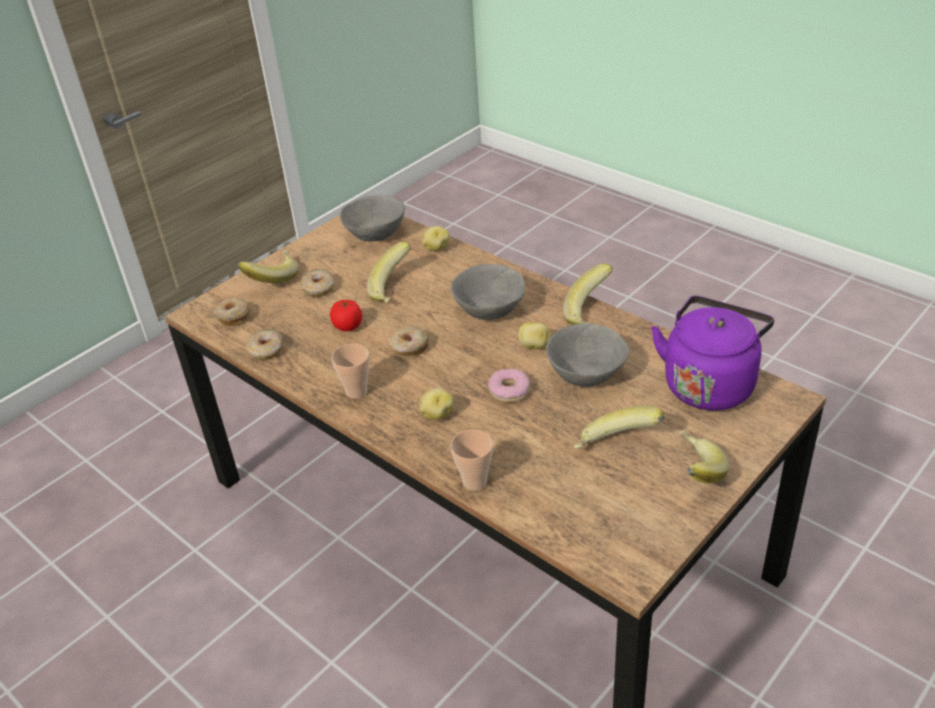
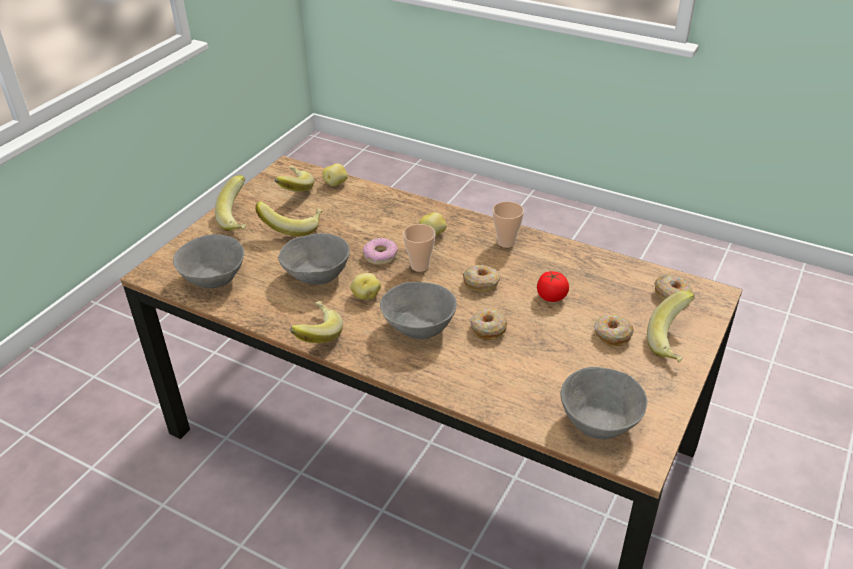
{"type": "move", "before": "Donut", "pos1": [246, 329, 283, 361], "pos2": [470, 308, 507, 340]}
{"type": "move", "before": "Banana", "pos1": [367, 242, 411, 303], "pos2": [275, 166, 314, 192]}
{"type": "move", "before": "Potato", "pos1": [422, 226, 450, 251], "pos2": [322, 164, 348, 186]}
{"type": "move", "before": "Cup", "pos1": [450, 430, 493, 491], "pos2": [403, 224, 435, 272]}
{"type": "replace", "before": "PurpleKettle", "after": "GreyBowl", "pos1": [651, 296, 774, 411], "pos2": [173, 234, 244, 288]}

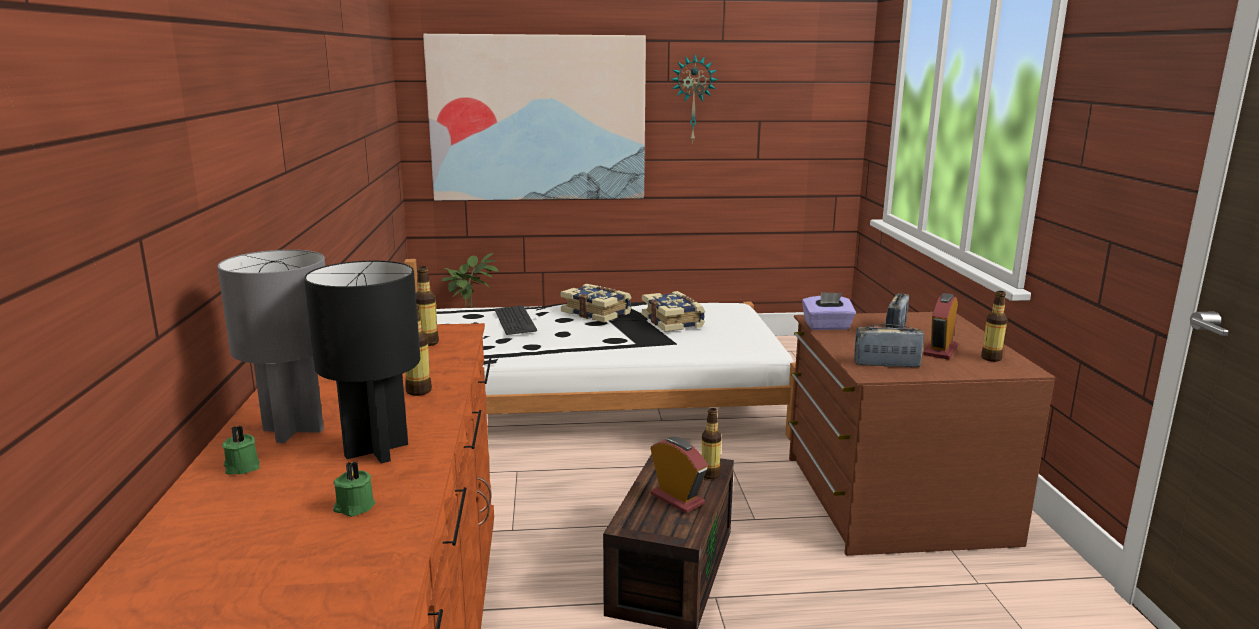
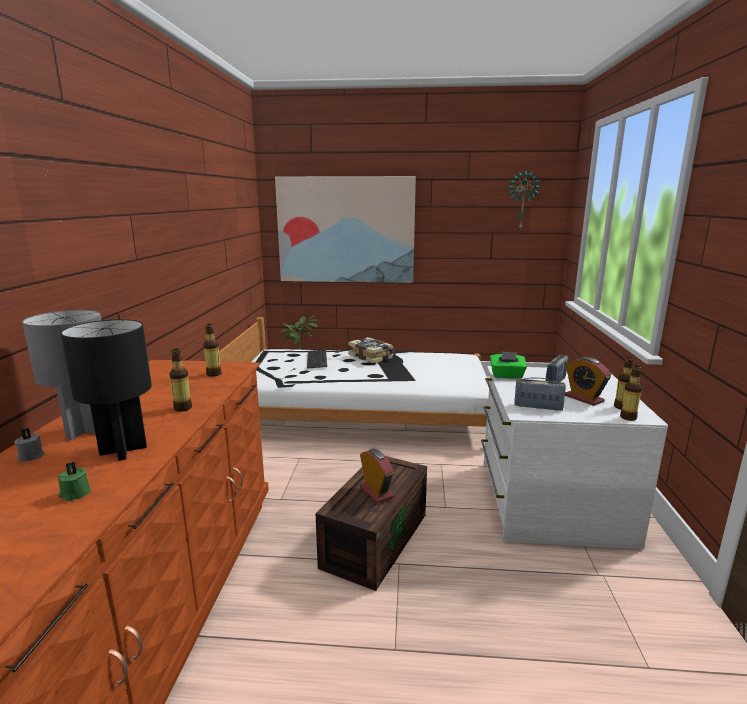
{"type": "recolor", "before": "GreenCandle", "after": "GreyCandle", "pos1": [222, 425, 260, 475], "pos2": [14, 428, 45, 461]}
{"type": "delete", "before": "Book", "pos1": [642, 291, 705, 332]}
{"type": "move", "before": "WallClock", "pos1": [670, 54, 718, 144], "pos2": [508, 170, 540, 231]}
{"type": "move", "before": "Bottle", "pos1": [702, 408, 722, 479], "pos2": [620, 366, 642, 421]}
{"type": "recolor", "before": "BrownDresser", "after": "WhiteDresser", "pos1": [788, 312, 1055, 556], "pos2": [481, 366, 668, 549]}
{"type": "recolor", "before": "PurpleTissueBox", "after": "GreenTissueBox", "pos1": [802, 292, 856, 330], "pos2": [490, 351, 527, 379]}
{"type": "rotate", "before": "AlarmClock", "pos1": [923, 293, 958, 359], "pos2": [565, 357, 611, 406], "turn": -75}

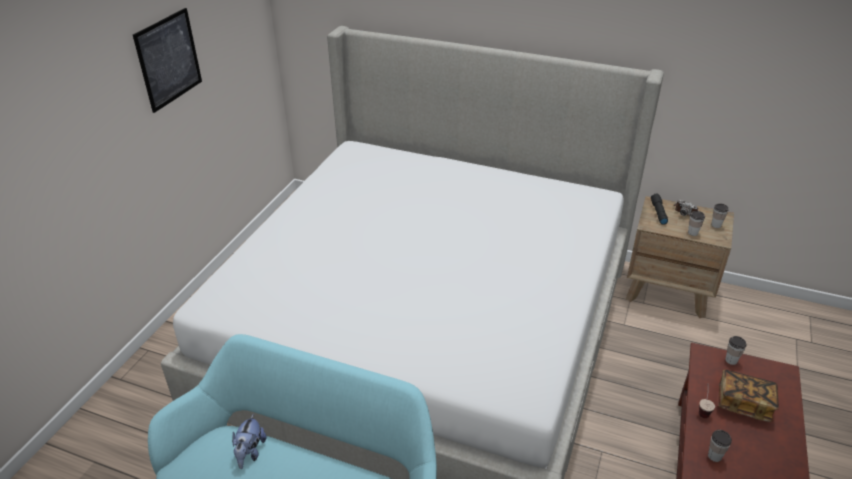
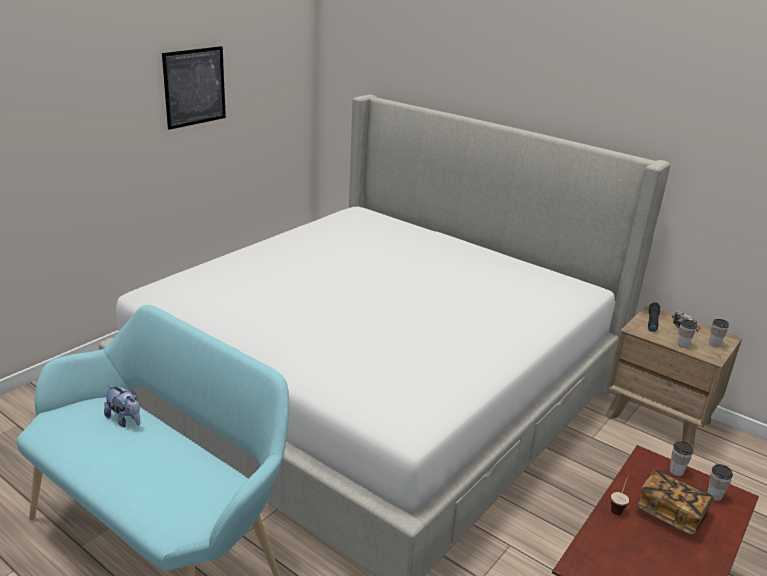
{"type": "rotate", "before": "PlushToy", "pos1": [232, 414, 267, 469], "pos2": [104, 385, 140, 427], "turn": -75}
{"type": "move", "before": "Cup", "pos1": [708, 430, 732, 462], "pos2": [707, 464, 733, 501]}

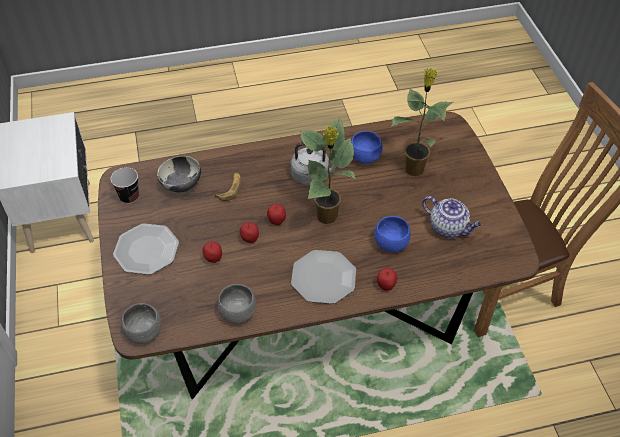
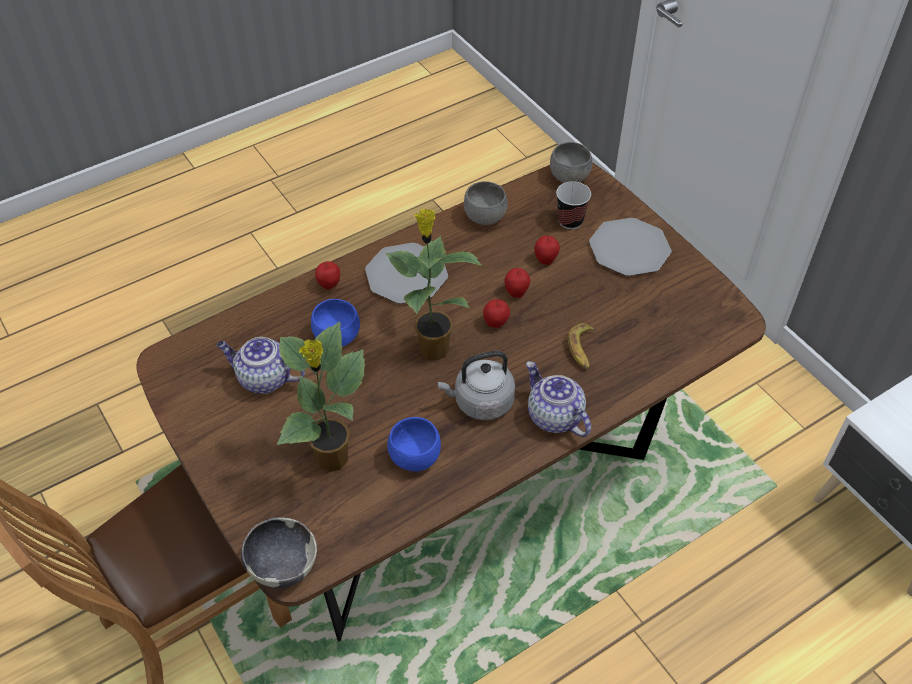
{"type": "move", "before": "Cup", "pos1": [111, 167, 139, 204], "pos2": [556, 181, 591, 229]}
{"type": "move", "before": "Bowl", "pos1": [157, 156, 201, 193], "pos2": [241, 518, 317, 588]}
{"type": "insert", "after": "Teapot", "pos2": [526, 361, 591, 437]}

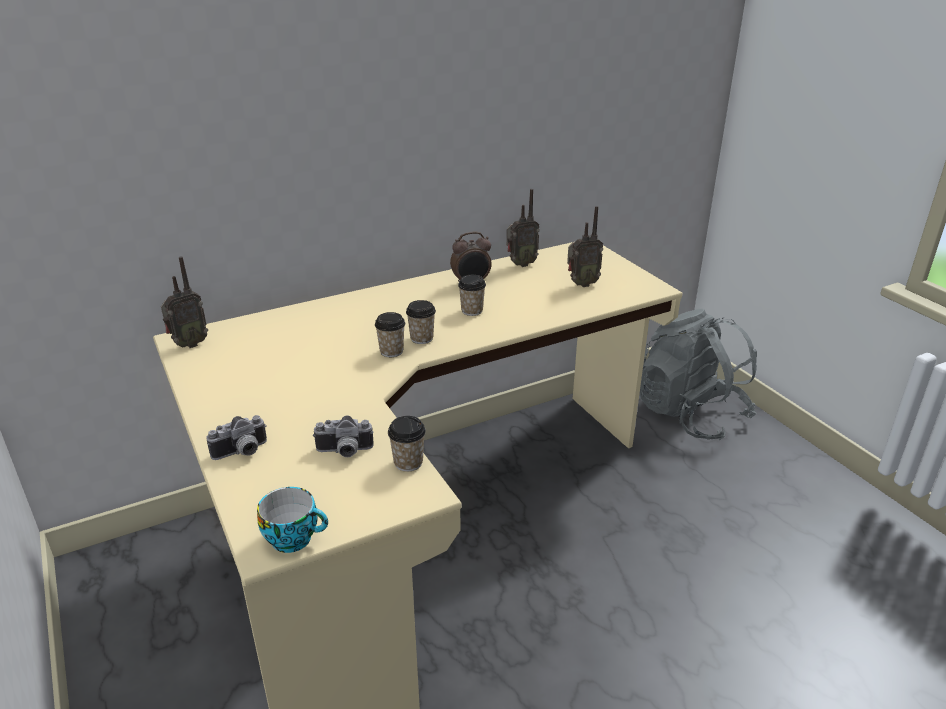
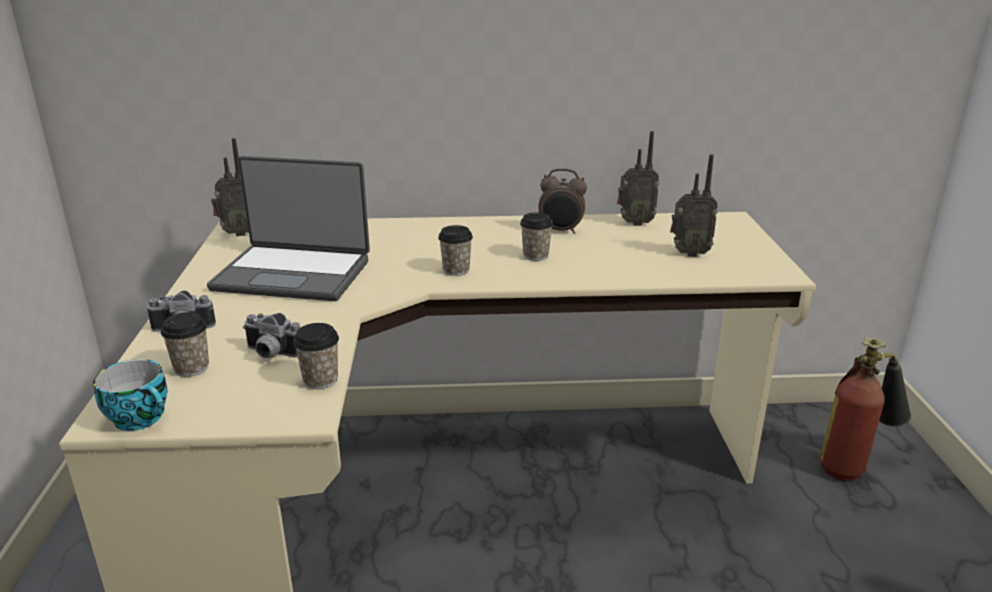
{"type": "move", "before": "Cup", "pos1": [375, 312, 405, 357], "pos2": [161, 312, 209, 377]}
{"type": "replace", "before": "GreyBackpack", "after": "FireExtinguisher", "pos1": [640, 309, 757, 440], "pos2": [820, 337, 911, 481]}
{"type": "insert", "after": "Laptop", "pos2": [207, 156, 370, 301]}

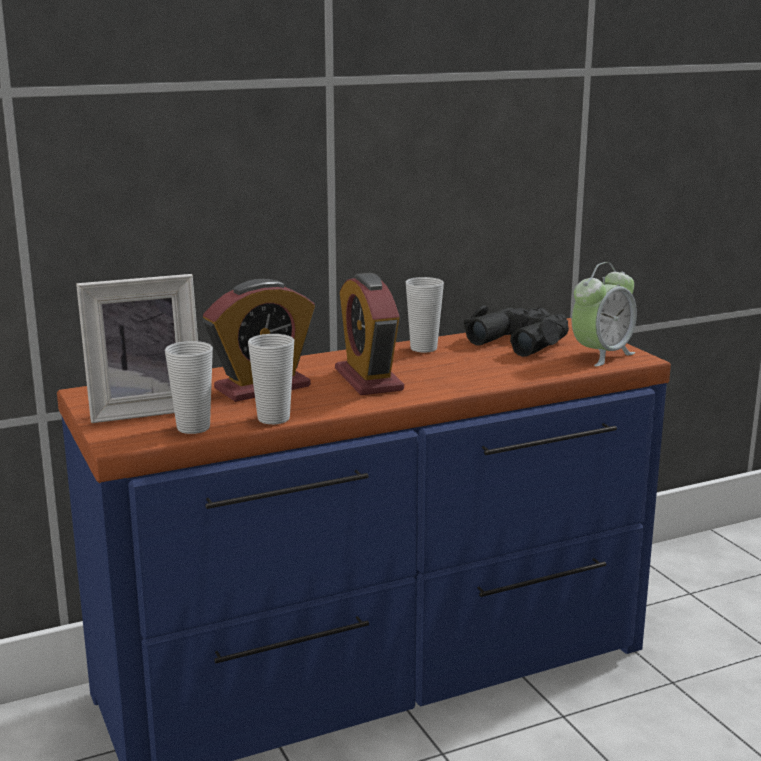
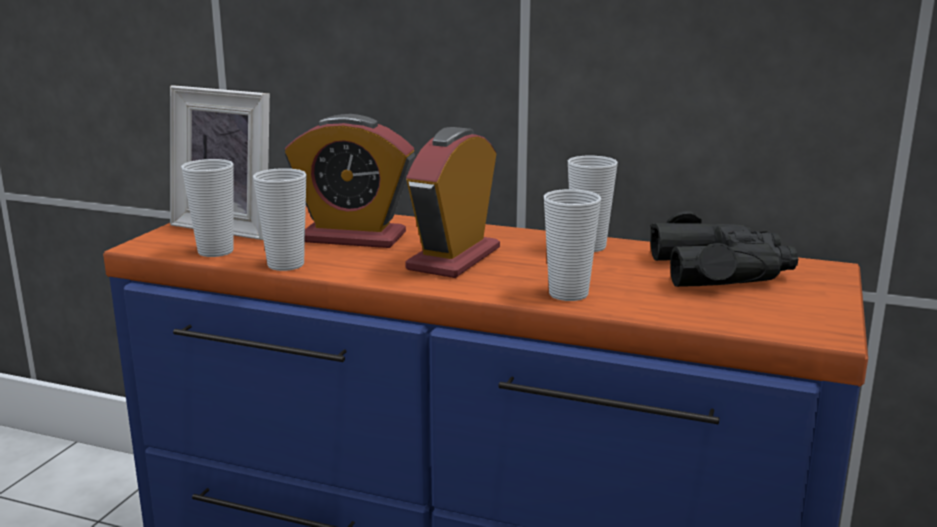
{"type": "delete", "before": "AlarmClock", "pos1": [572, 262, 637, 366]}
{"type": "insert", "after": "Cup", "pos2": [544, 189, 601, 301]}

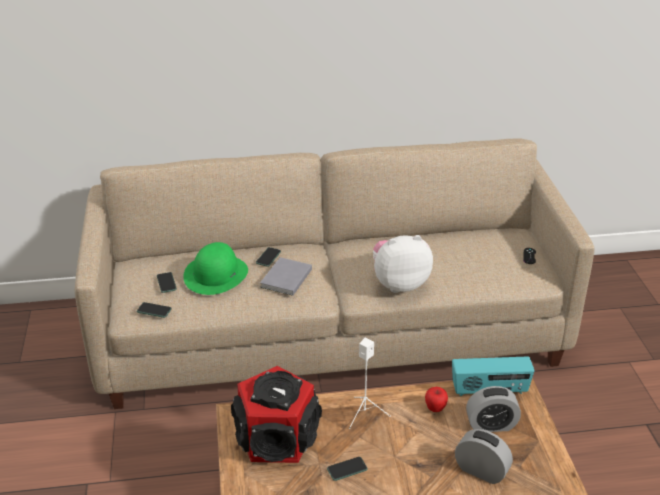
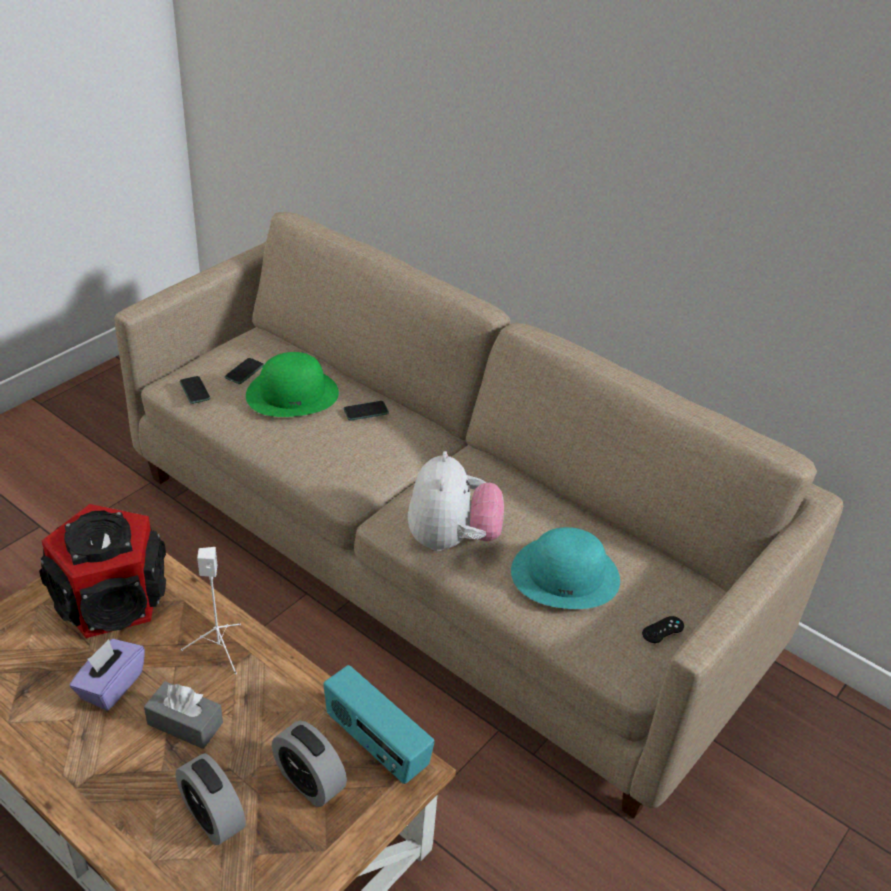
{"type": "delete", "before": "GreyBook", "pos1": [260, 257, 312, 296]}
{"type": "replace", "before": "Phone", "after": "PurpleTissueBox", "pos1": [327, 457, 368, 481], "pos2": [69, 639, 145, 711]}
{"type": "rotate", "before": "PlushToy", "pos1": [373, 235, 433, 293], "pos2": [408, 451, 504, 551], "turn": 60}
{"type": "delete", "before": "Apple", "pos1": [425, 387, 448, 412]}
{"type": "rotate", "before": "AlarmClock", "pos1": [455, 429, 513, 484], "pos2": [175, 753, 246, 845], "turn": 150}
{"type": "insert", "after": "GreyTissueBox", "pos2": [144, 681, 223, 749]}
{"type": "insert", "after": "TurquoiseHat", "pos2": [511, 527, 620, 609]}

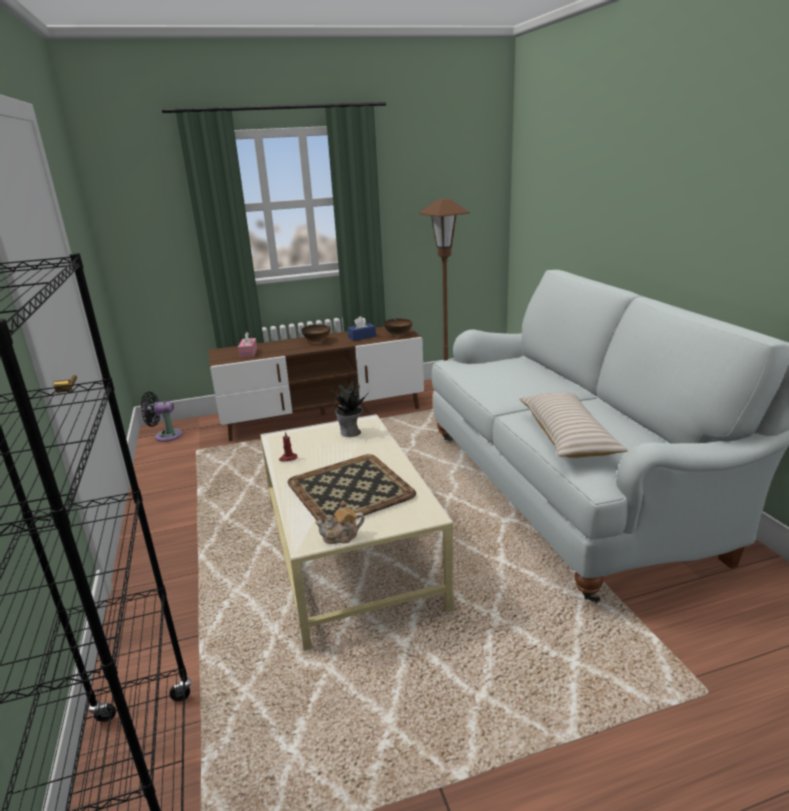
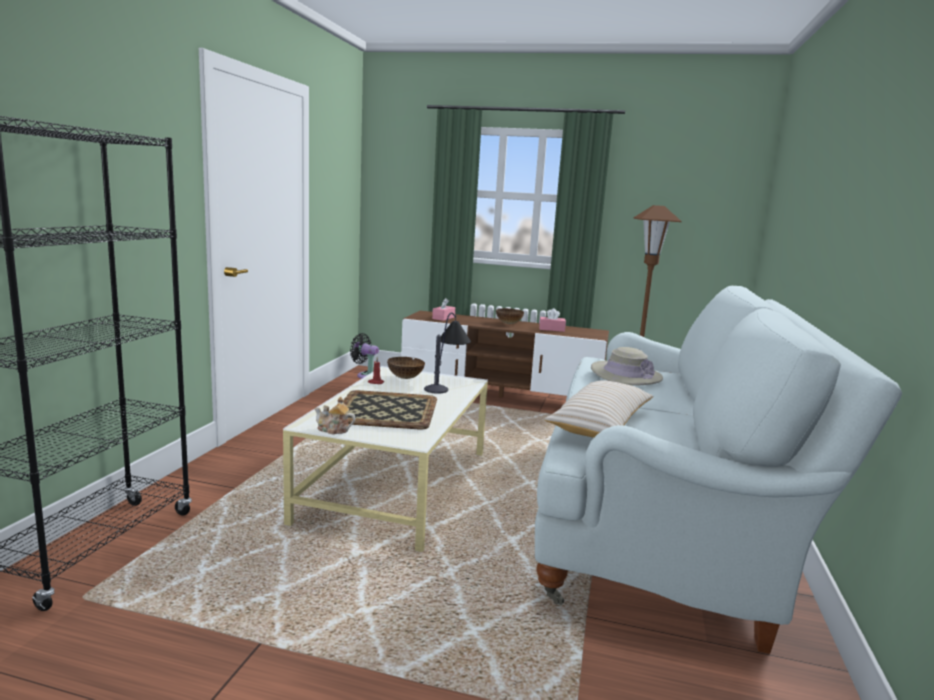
{"type": "replace", "before": "PottedPlant", "after": "TableLamp", "pos1": [331, 379, 369, 437], "pos2": [424, 312, 471, 394]}
{"type": "recolor", "before": "BlueTissueBox", "after": "PinkTissueBox", "pos1": [348, 316, 376, 341], "pos2": [539, 308, 566, 332]}
{"type": "move", "before": "Bowl", "pos1": [384, 319, 413, 336], "pos2": [387, 357, 425, 379]}
{"type": "insert", "after": "BeigeHat", "pos2": [591, 347, 663, 386]}

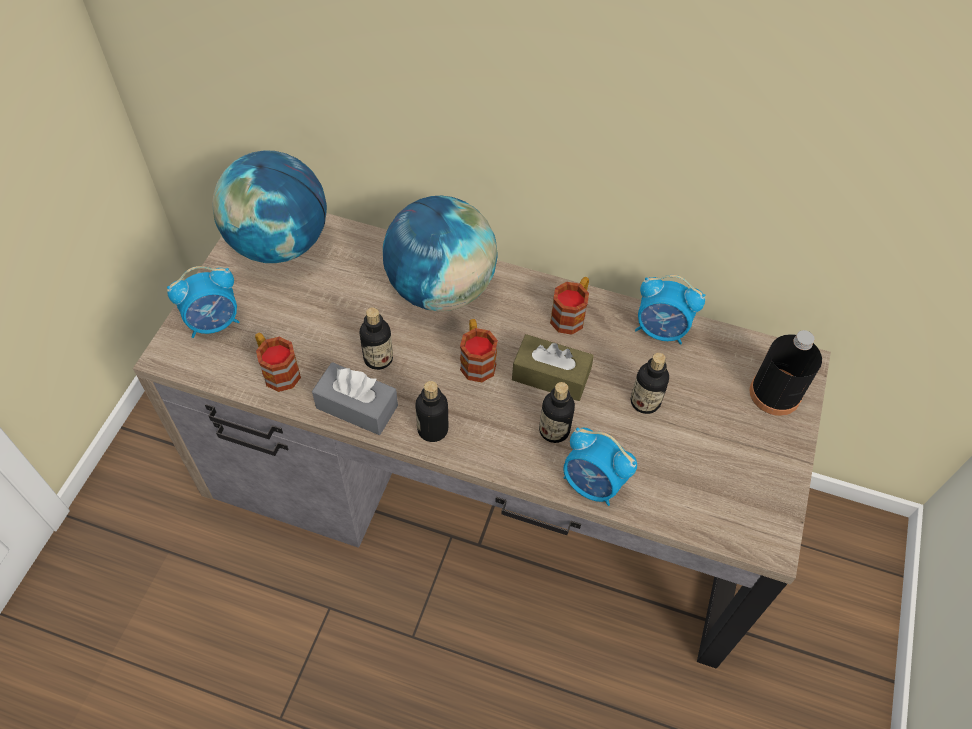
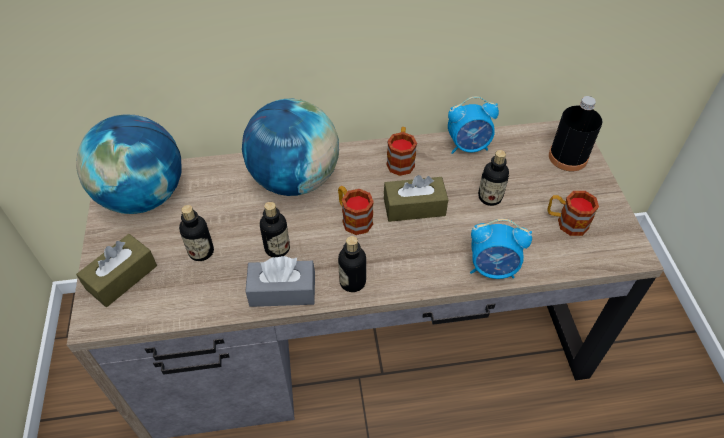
{"type": "replace", "before": "AlarmClock", "after": "BrownTissueBox", "pos1": [167, 266, 239, 338], "pos2": [76, 234, 157, 307]}
{"type": "move", "before": "Mug", "pos1": [255, 333, 301, 392], "pos2": [547, 191, 599, 236]}
{"type": "move", "before": "Bottle", "pos1": [539, 382, 575, 443], "pos2": [179, 205, 214, 261]}

